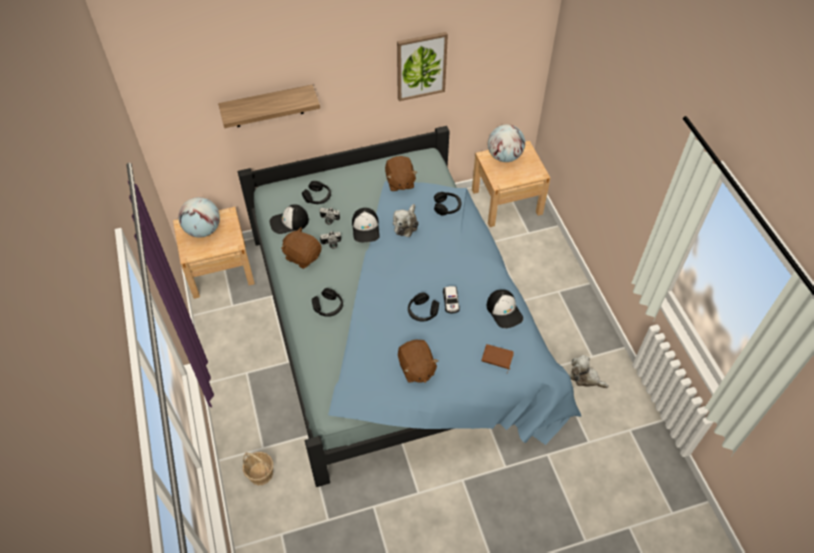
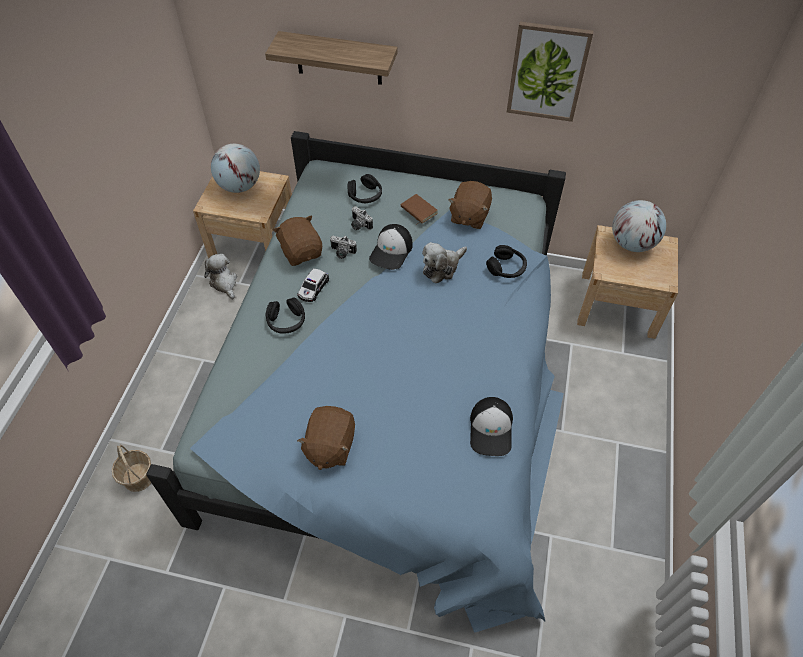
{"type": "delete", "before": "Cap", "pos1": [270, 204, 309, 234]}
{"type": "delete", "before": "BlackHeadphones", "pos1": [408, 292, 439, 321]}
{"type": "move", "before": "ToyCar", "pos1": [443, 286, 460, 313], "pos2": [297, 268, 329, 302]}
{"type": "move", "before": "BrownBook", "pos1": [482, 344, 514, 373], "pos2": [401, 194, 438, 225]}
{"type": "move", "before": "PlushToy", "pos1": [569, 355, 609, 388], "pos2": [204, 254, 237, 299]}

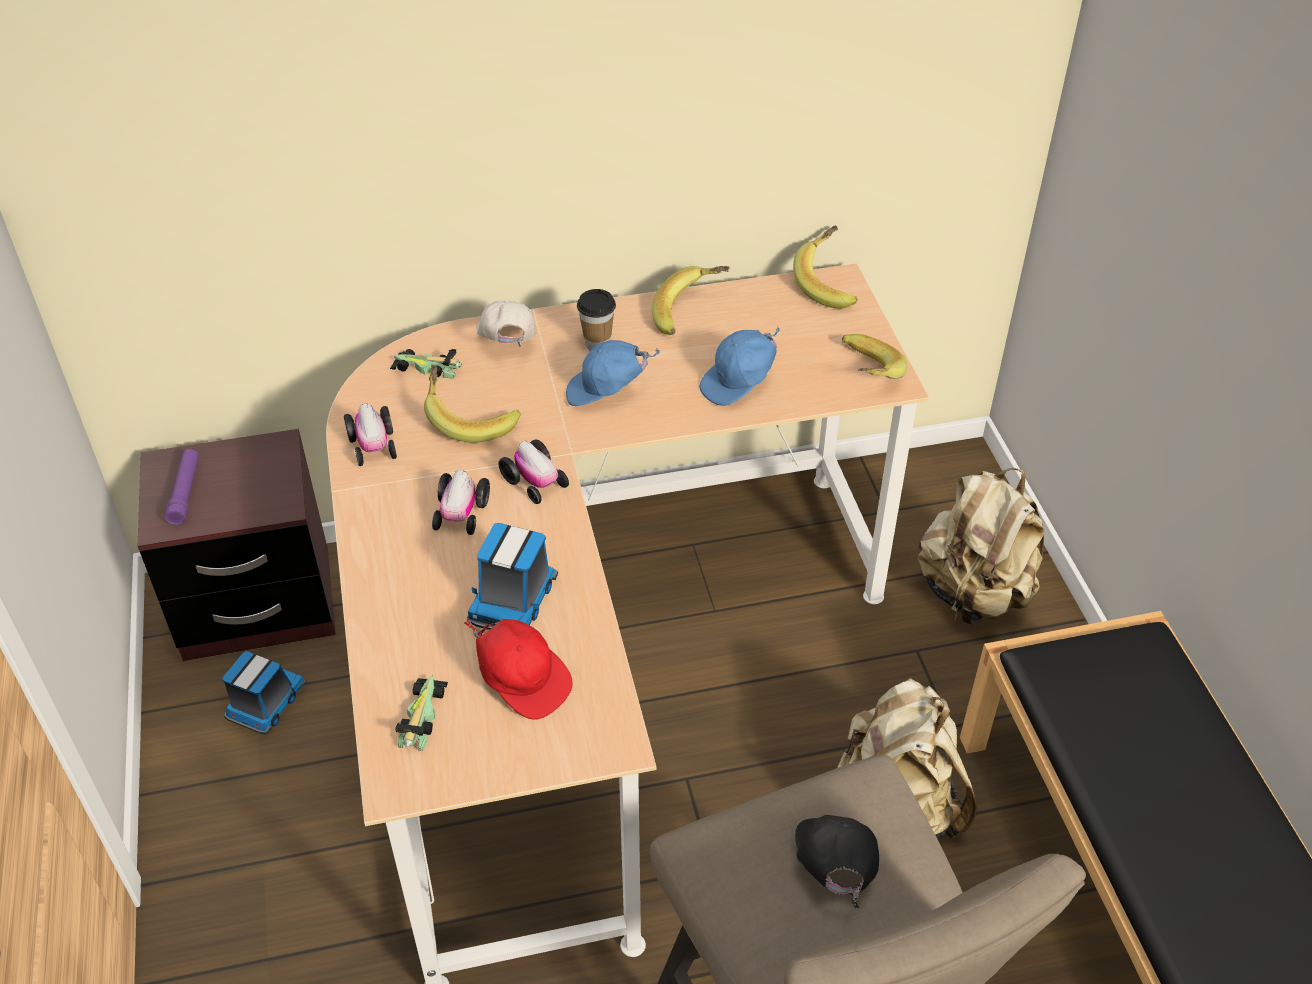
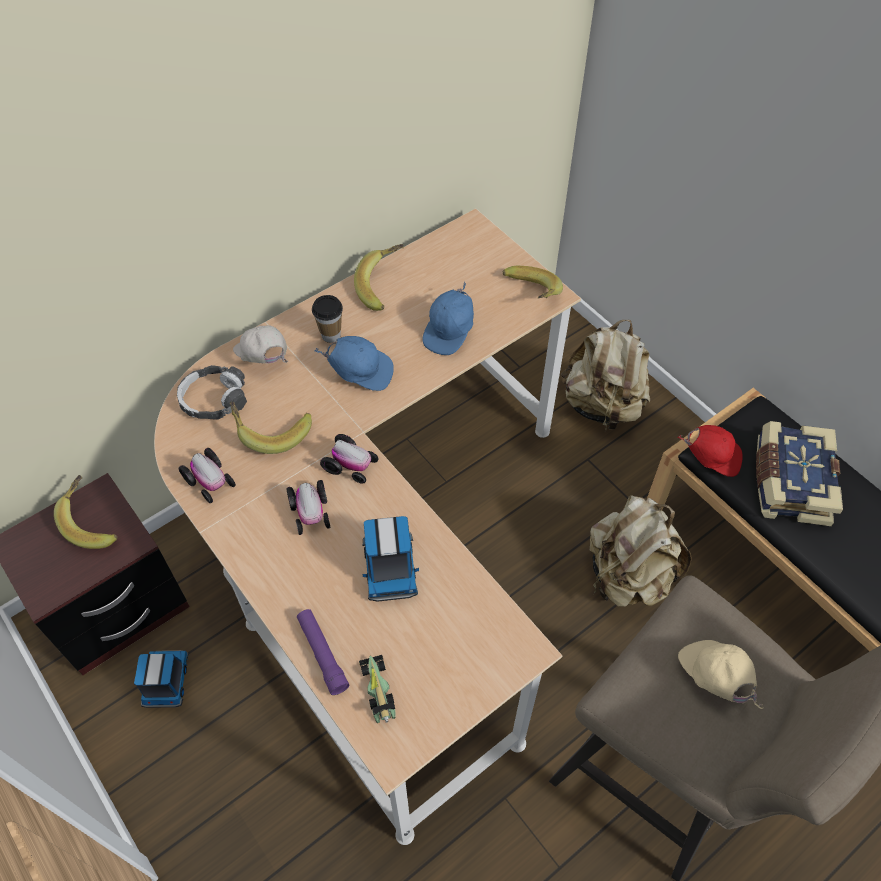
{"type": "move", "before": "PurpleFlashlight", "pos1": [164, 449, 199, 525], "pos2": [297, 609, 349, 695]}
{"type": "replace", "before": "ToyCar", "after": "Headphones", "pos1": [390, 349, 462, 378], "pos2": [177, 365, 247, 420]}
{"type": "move", "before": "RedCap", "pos1": [465, 619, 573, 720], "pos2": [677, 425, 743, 477]}
{"type": "rotate", "before": "BlueCap", "pos1": [566, 340, 660, 406], "pos2": [314, 336, 394, 391], "turn": -135}
{"type": "move", "before": "Banana", "pos1": [793, 225, 857, 309], "pos2": [54, 475, 117, 549]}
{"type": "recolor", "before": "BlackCap", "after": "BeigeCap", "pos1": [795, 815, 879, 908], "pos2": [678, 640, 764, 709]}
{"type": "insert", "after": "Book", "pos2": [756, 421, 843, 526]}

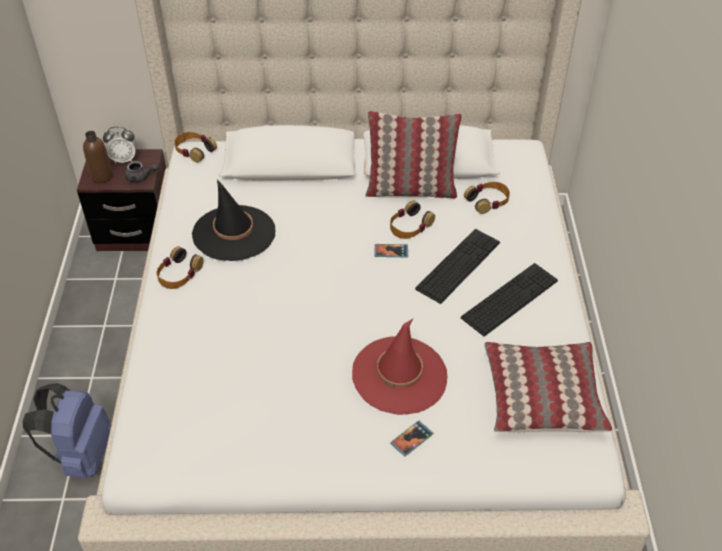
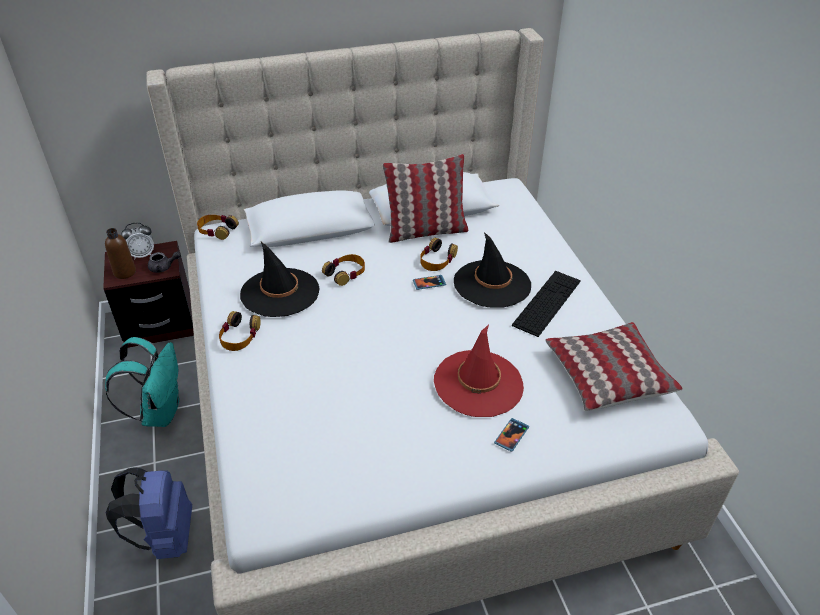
{"type": "replace", "before": "Keyboard", "after": "BlackHat", "pos1": [415, 229, 500, 304], "pos2": [454, 232, 531, 307]}
{"type": "move", "before": "Headphones", "pos1": [464, 182, 510, 214], "pos2": [322, 254, 365, 286]}
{"type": "insert", "after": "TurquoiseBackpack", "pos2": [105, 337, 179, 427]}

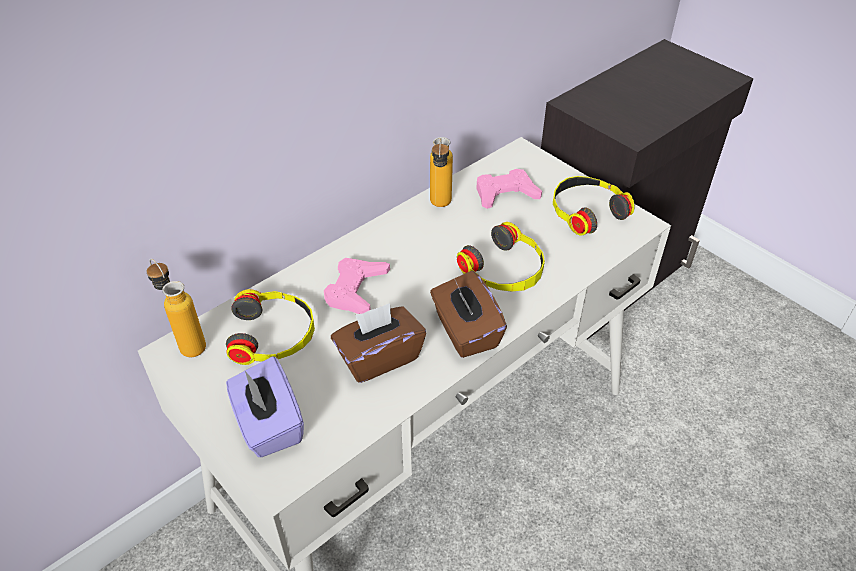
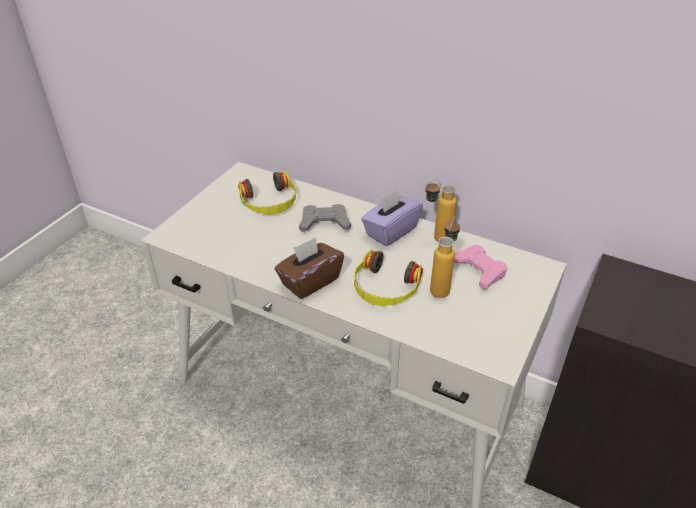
{"type": "move", "before": "Bottle", "pos1": [147, 259, 206, 357], "pos2": [430, 217, 460, 298]}
{"type": "move", "before": "PurpleTissueBox", "pos1": [226, 356, 304, 457], "pos2": [361, 189, 423, 246]}
{"type": "recolor", "before": "PinkGameController", "after": "GreyGameController", "pos1": [324, 258, 390, 314], "pos2": [299, 204, 351, 232]}
{"type": "delete", "before": "BrownTissueBox", "pos1": [331, 303, 426, 383]}
{"type": "delete", "before": "Headphones", "pos1": [553, 176, 635, 236]}

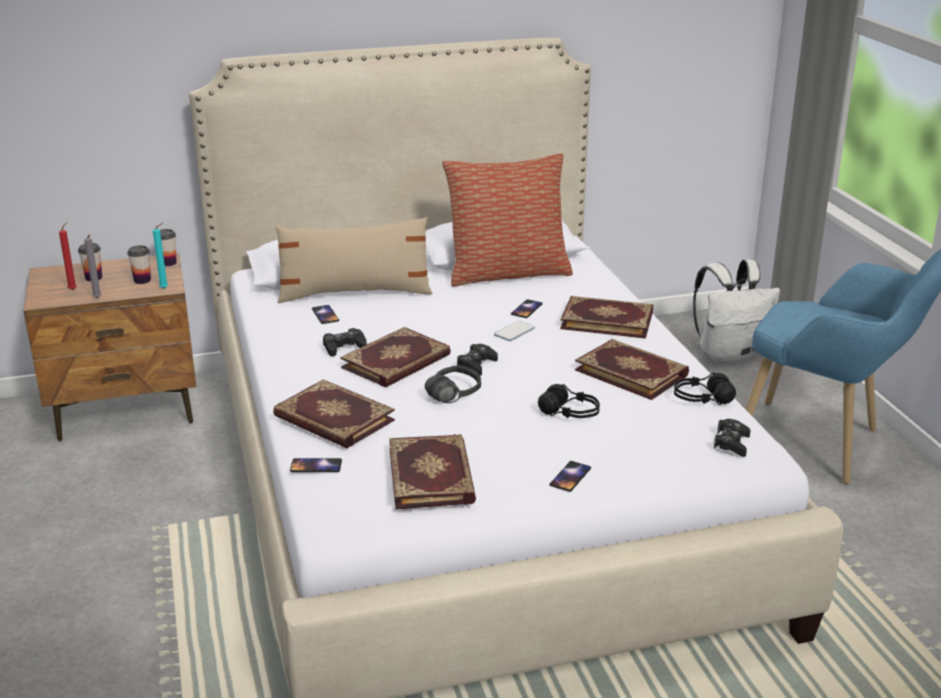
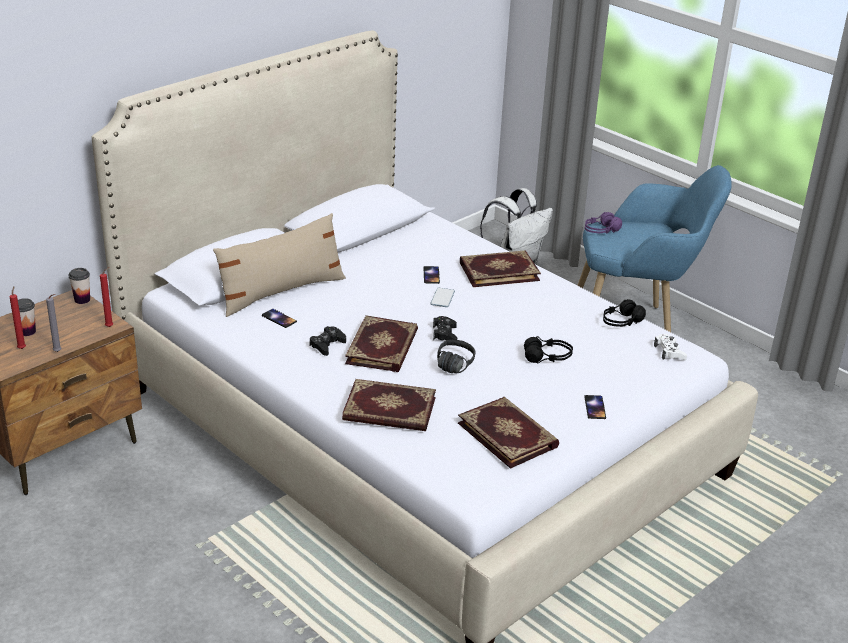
{"type": "delete", "before": "Cup", "pos1": [127, 245, 151, 284]}
{"type": "recolor", "before": "TurquoiseCandle", "after": "RedCandle", "pos1": [153, 223, 168, 289], "pos2": [100, 267, 113, 327]}
{"type": "delete", "before": "Phone", "pos1": [290, 458, 342, 472]}
{"type": "delete", "before": "Pillow", "pos1": [442, 153, 573, 286]}
{"type": "delete", "before": "Book", "pos1": [575, 339, 689, 400]}
{"type": "recolor", "before": "BlackGameController", "after": "WhiteGameController", "pos1": [714, 419, 751, 457], "pos2": [654, 334, 687, 360]}
{"type": "insert", "after": "PurpleHeadphones", "pos2": [585, 212, 622, 234]}

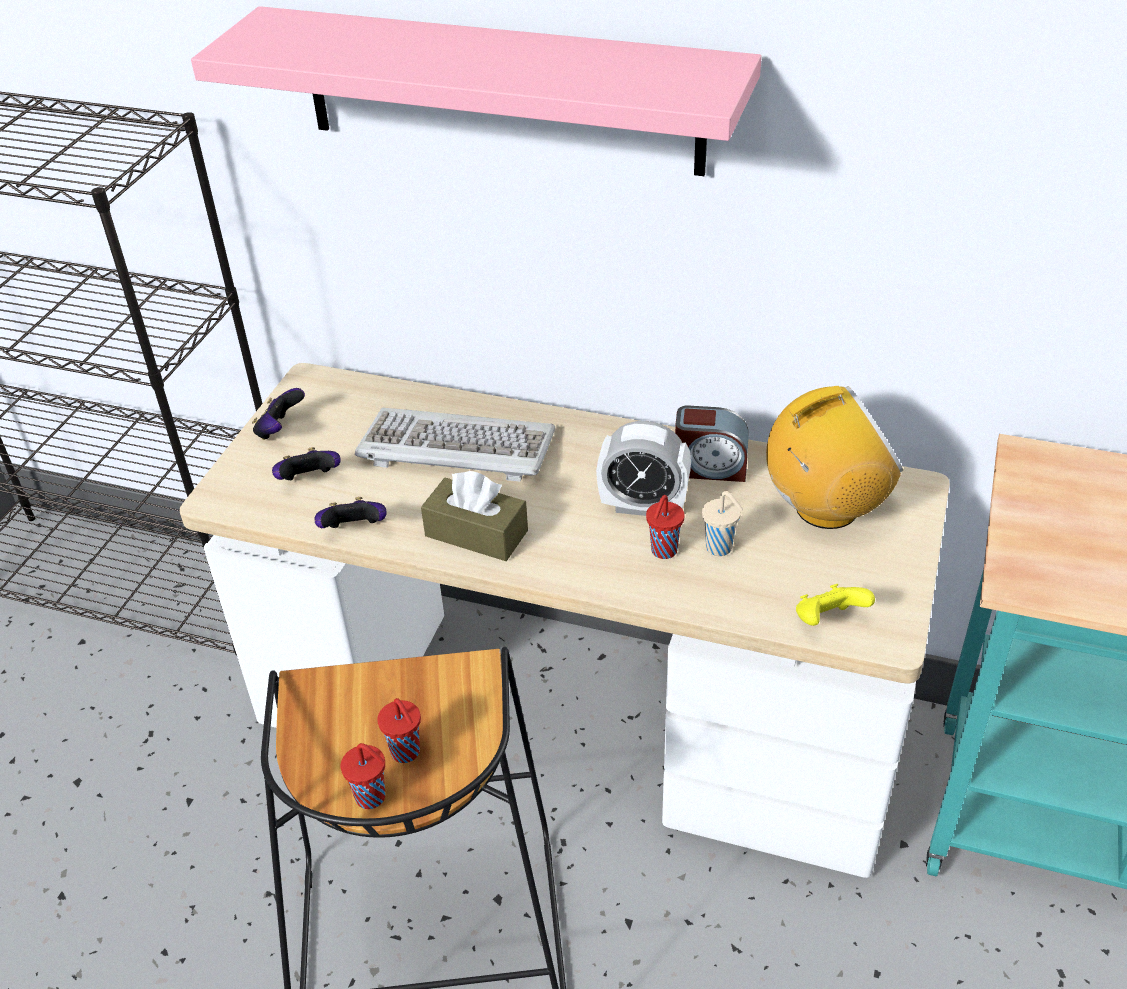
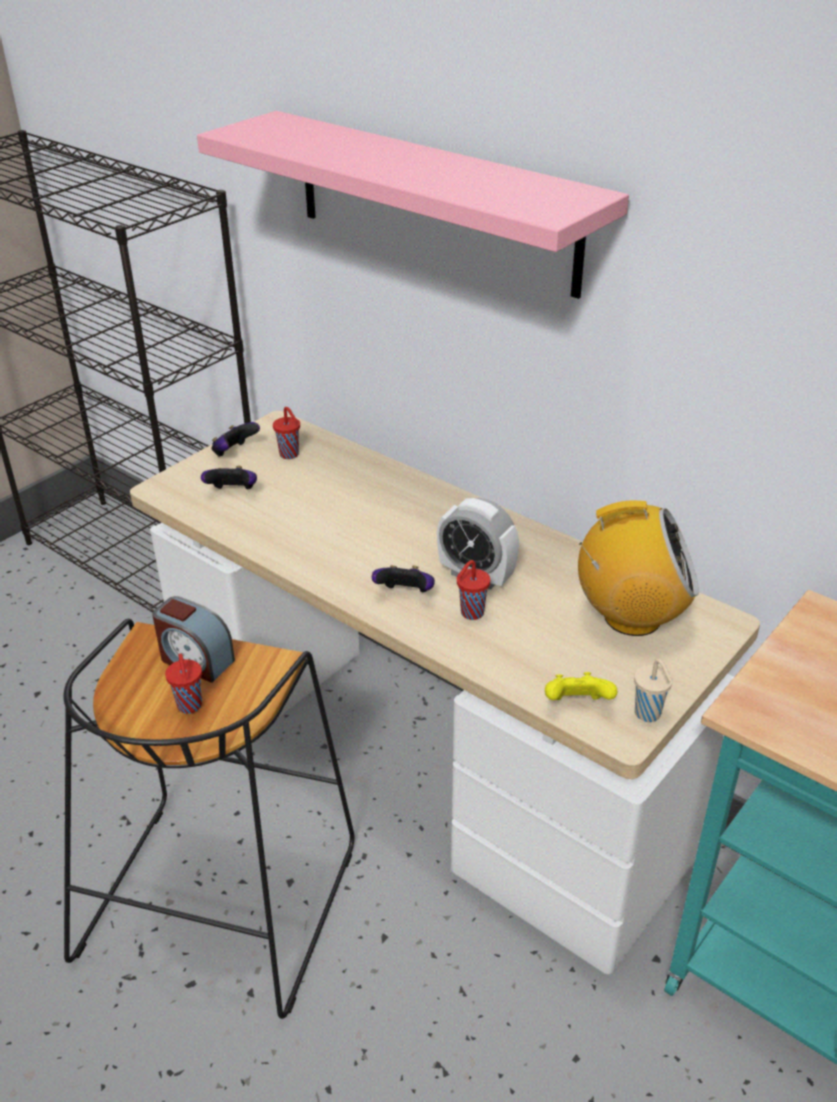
{"type": "move", "before": "GameController", "pos1": [314, 497, 387, 528], "pos2": [372, 565, 435, 592]}
{"type": "move", "before": "RedCup", "pos1": [340, 743, 385, 809], "pos2": [273, 407, 300, 459]}
{"type": "delete", "before": "Keyboard", "pos1": [355, 408, 555, 482]}
{"type": "delete", "before": "BrownTissueBox", "pos1": [421, 471, 528, 561]}
{"type": "move", "before": "AlarmClock", "pos1": [675, 406, 748, 482], "pos2": [152, 596, 235, 683]}
{"type": "move", "before": "BeigeCup", "pos1": [702, 491, 743, 556], "pos2": [634, 659, 673, 722]}

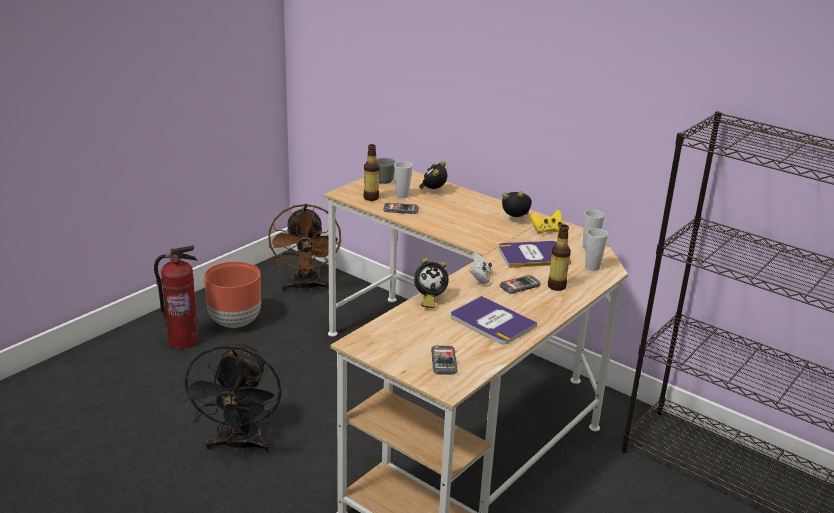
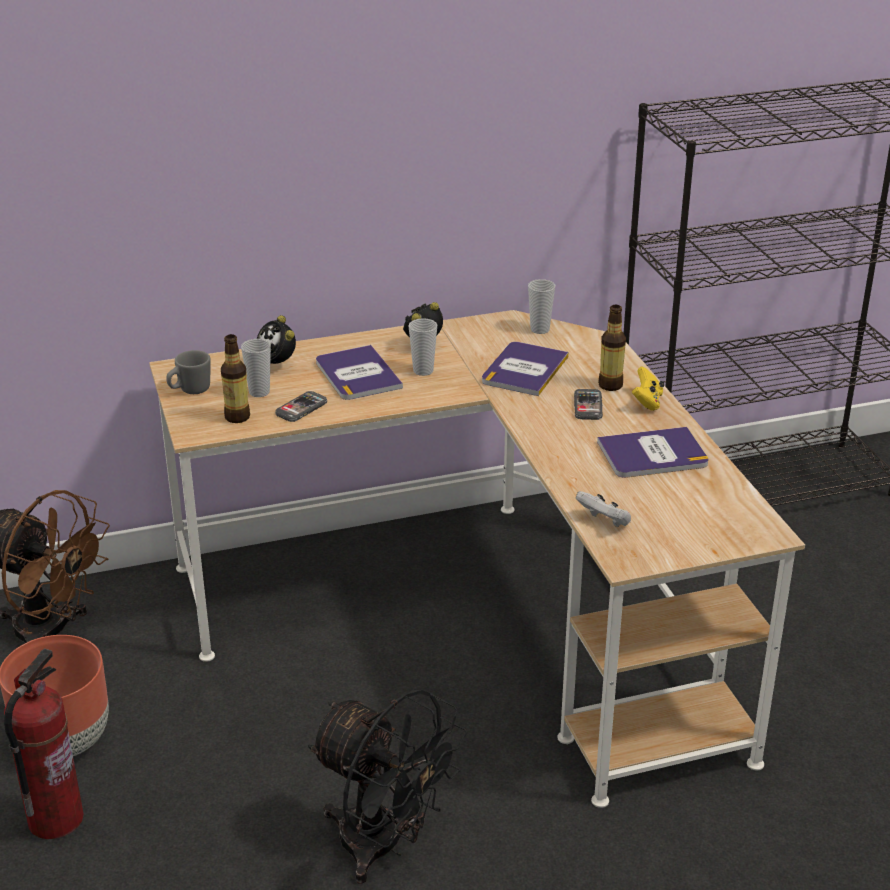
{"type": "delete", "before": "AlarmClock", "pos1": [414, 258, 449, 308]}
{"type": "delete", "before": "Phone", "pos1": [431, 346, 458, 374]}
{"type": "move", "before": "WhiteGameController", "pos1": [469, 252, 492, 284], "pos2": [576, 491, 631, 527]}
{"type": "move", "before": "YellowGameController", "pos1": [530, 210, 562, 234], "pos2": [632, 366, 664, 411]}
{"type": "move", "before": "Cup", "pos1": [585, 228, 608, 271], "pos2": [409, 318, 437, 376]}
{"type": "insert", "after": "Book", "pos2": [316, 345, 403, 400]}

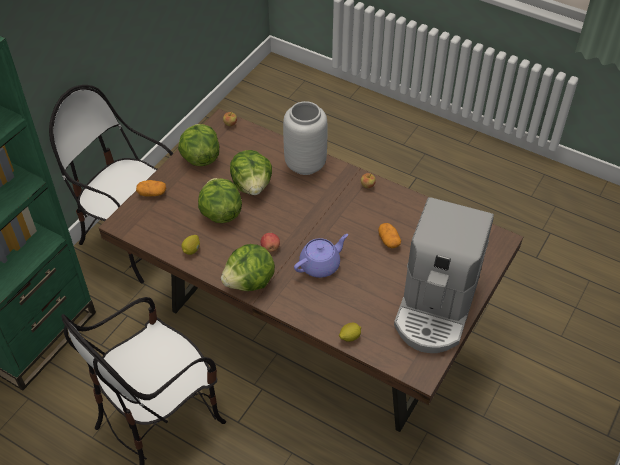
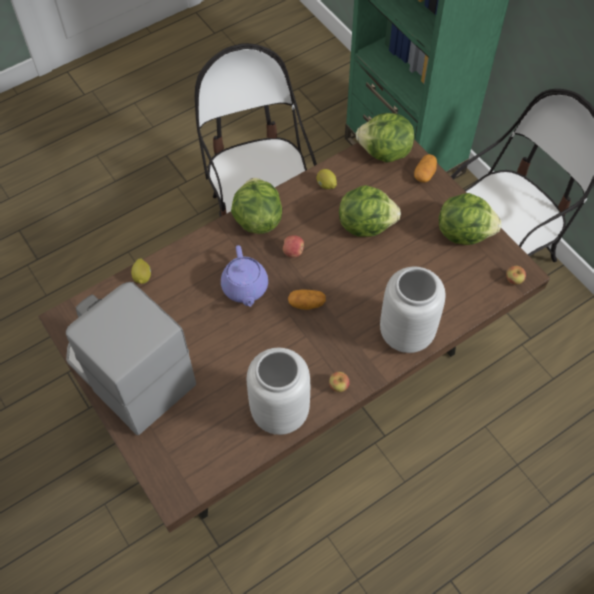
{"type": "move", "before": "Lettuce", "pos1": [230, 150, 272, 195], "pos2": [356, 113, 414, 163]}
{"type": "move", "before": "Potato", "pos1": [378, 223, 401, 248], "pos2": [288, 289, 326, 310]}
{"type": "insert", "after": "GreyVase", "pos2": [247, 348, 310, 435]}

